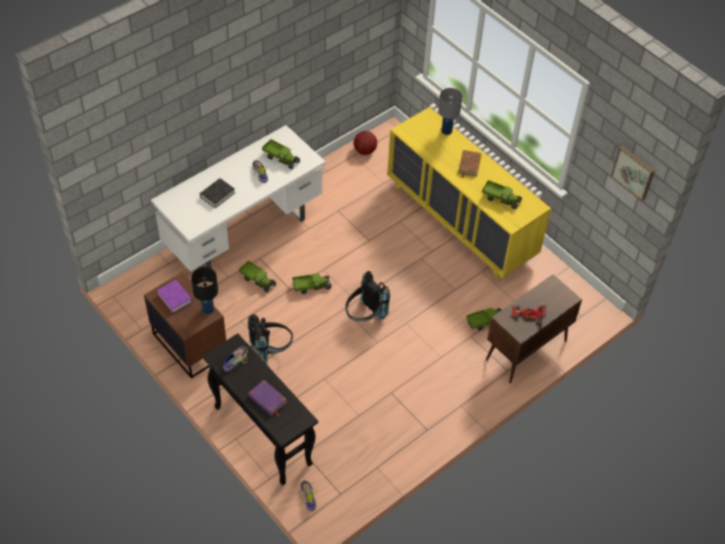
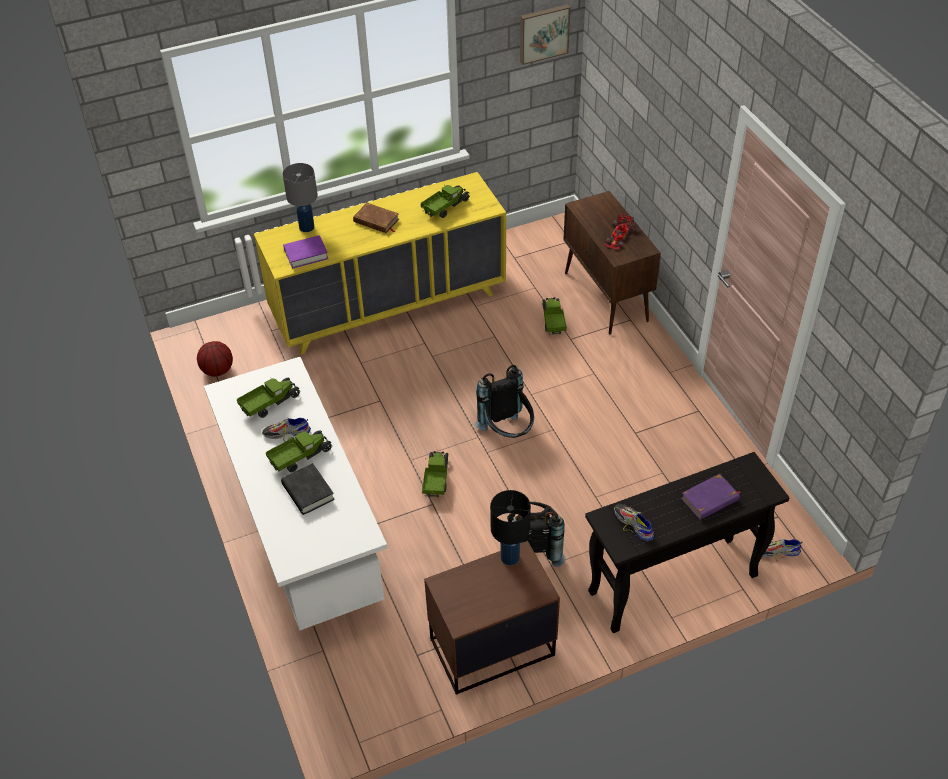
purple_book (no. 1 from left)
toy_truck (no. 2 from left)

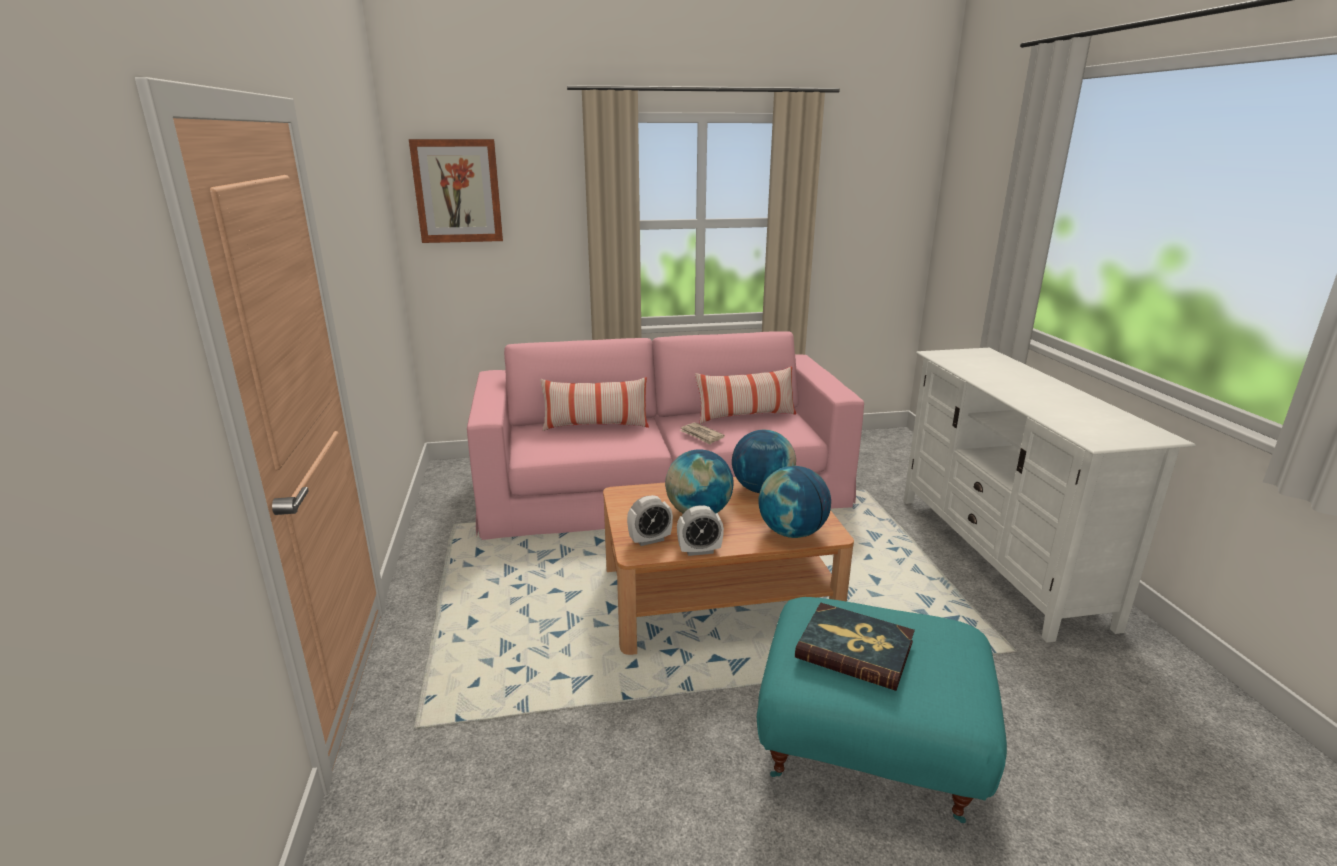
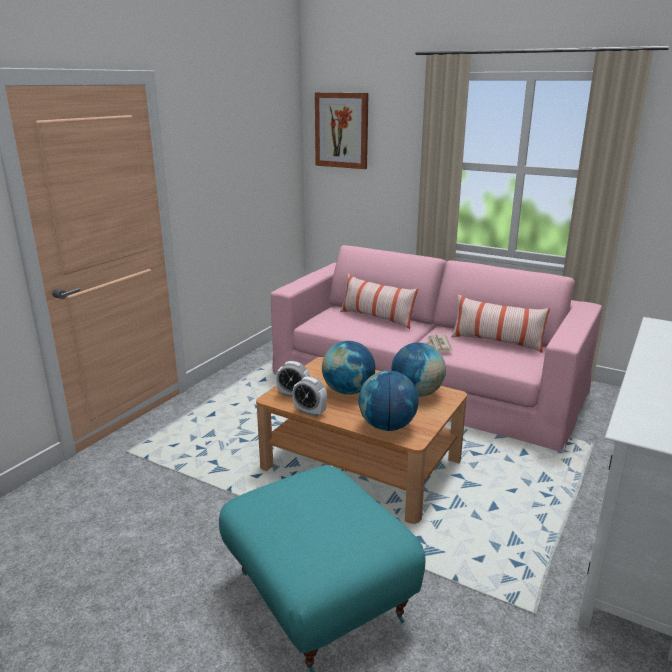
book

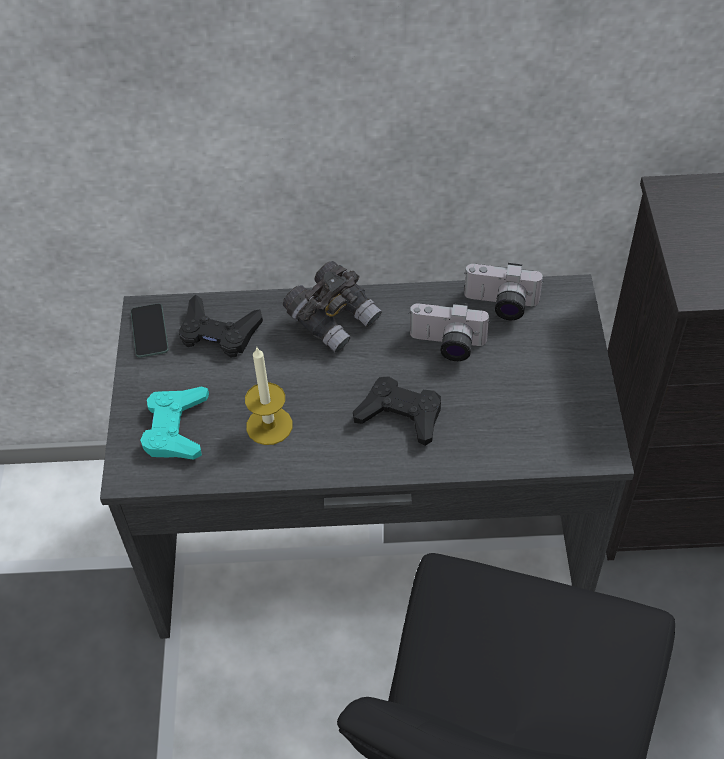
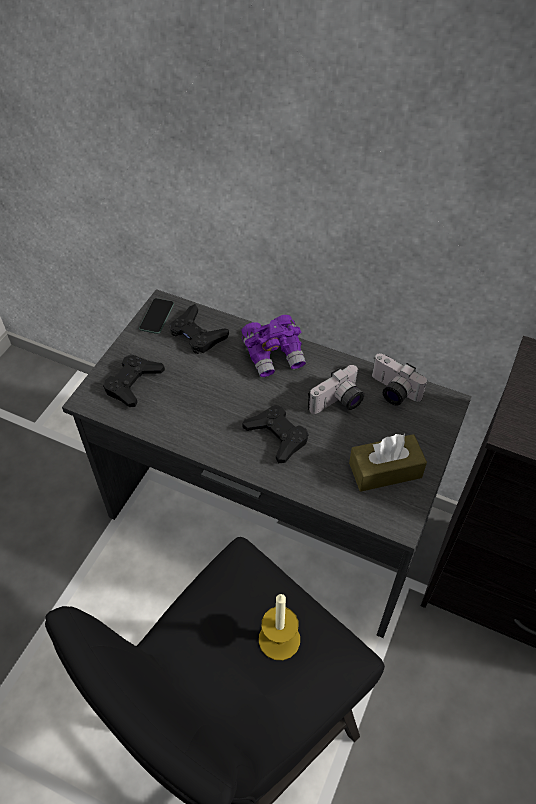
black_game_controller (no. 1 from left)
candle
purple_binoculars
photo_camera (no. 1 from left)
brown_tissue_box

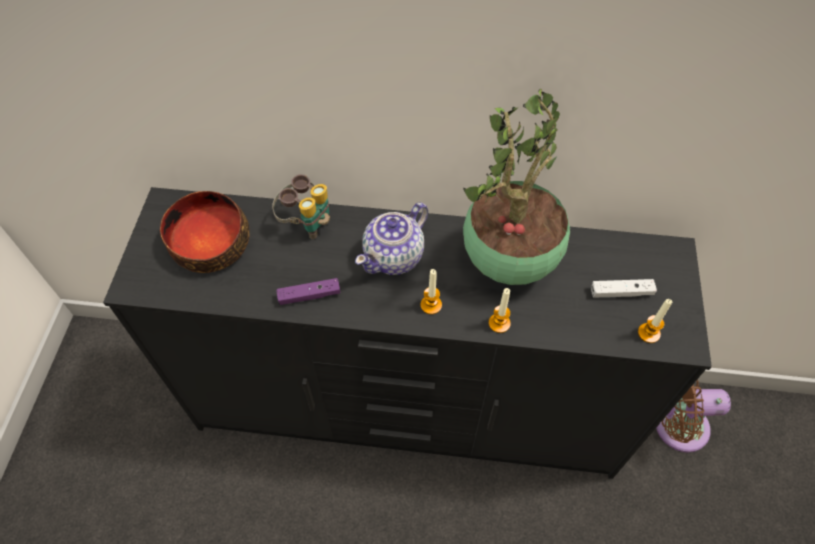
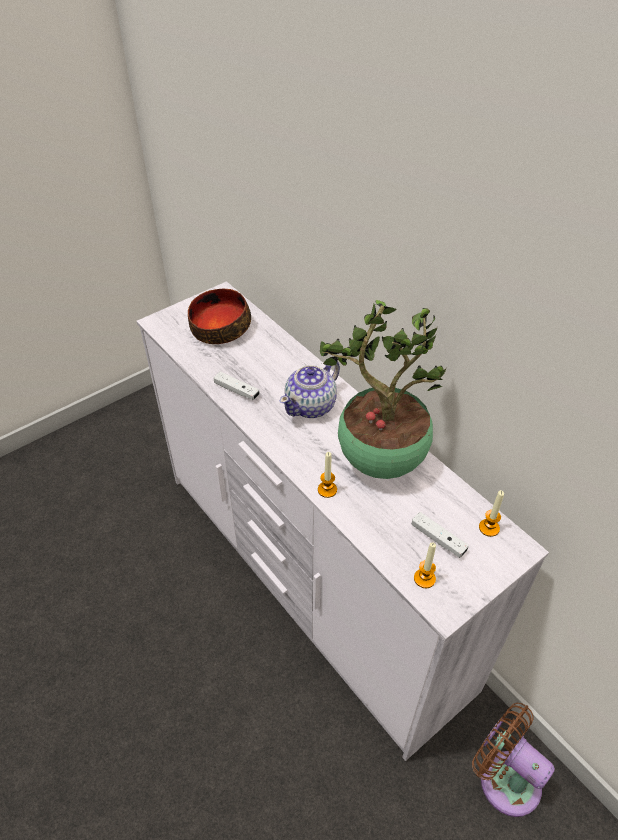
white_dresser
binoculars
white_game_controller (no. 1 from left)
teapot
candle (no. 3 from left)

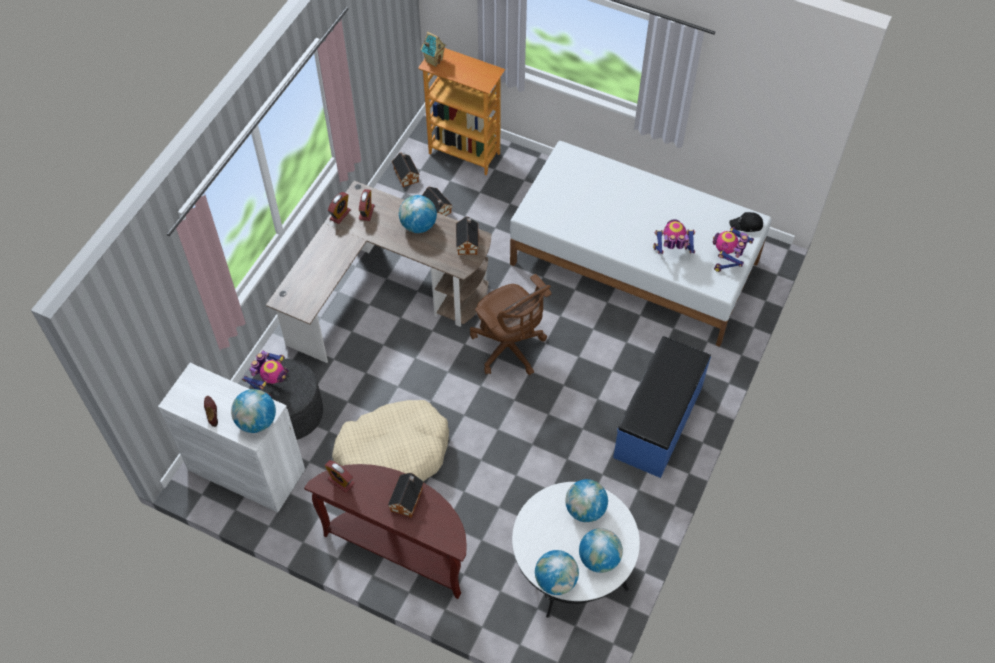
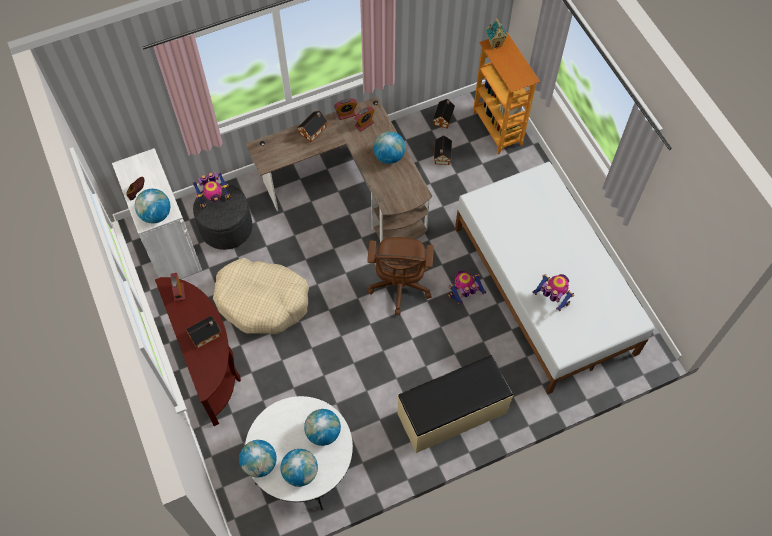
toy_house (no. 2 from left)
beige_bench
toy_robot (no. 2 from left)
black_cap

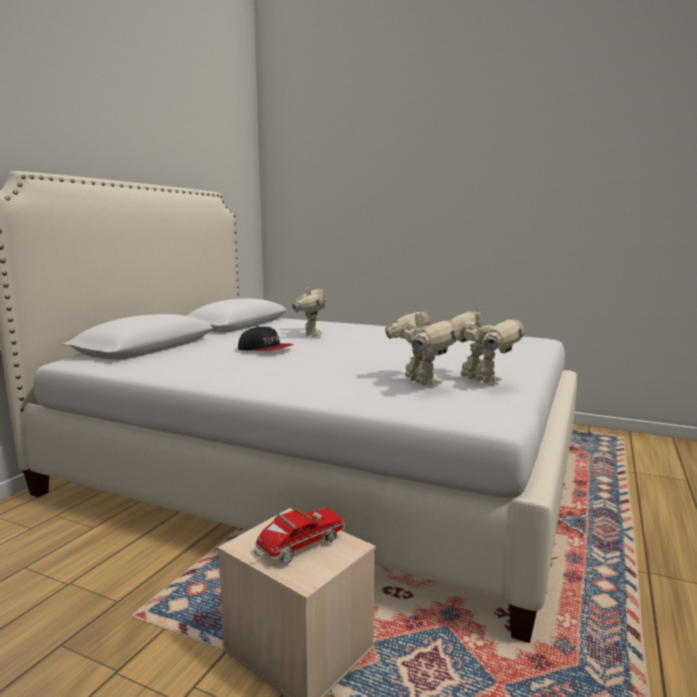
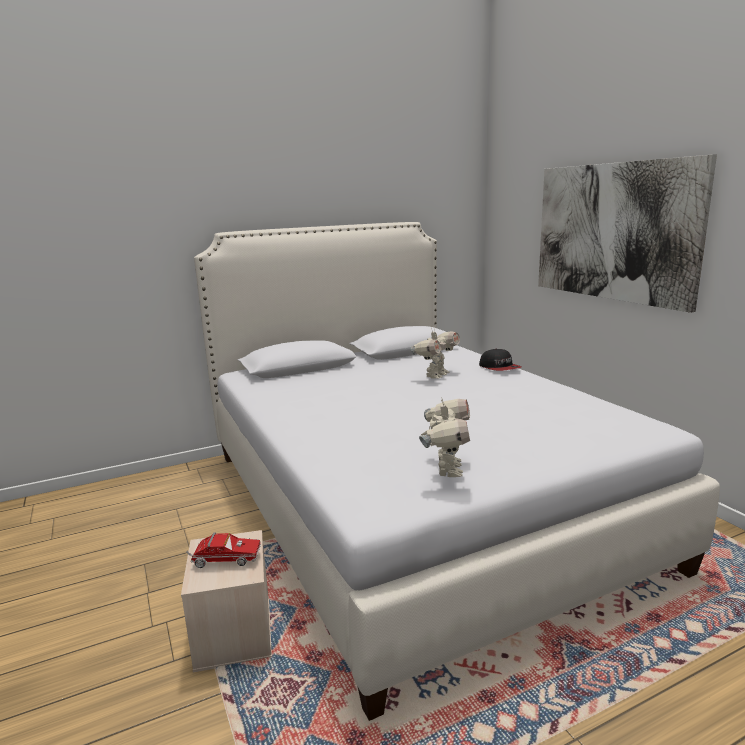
cap
toy_robot (no. 2 from left in the first image)
picture

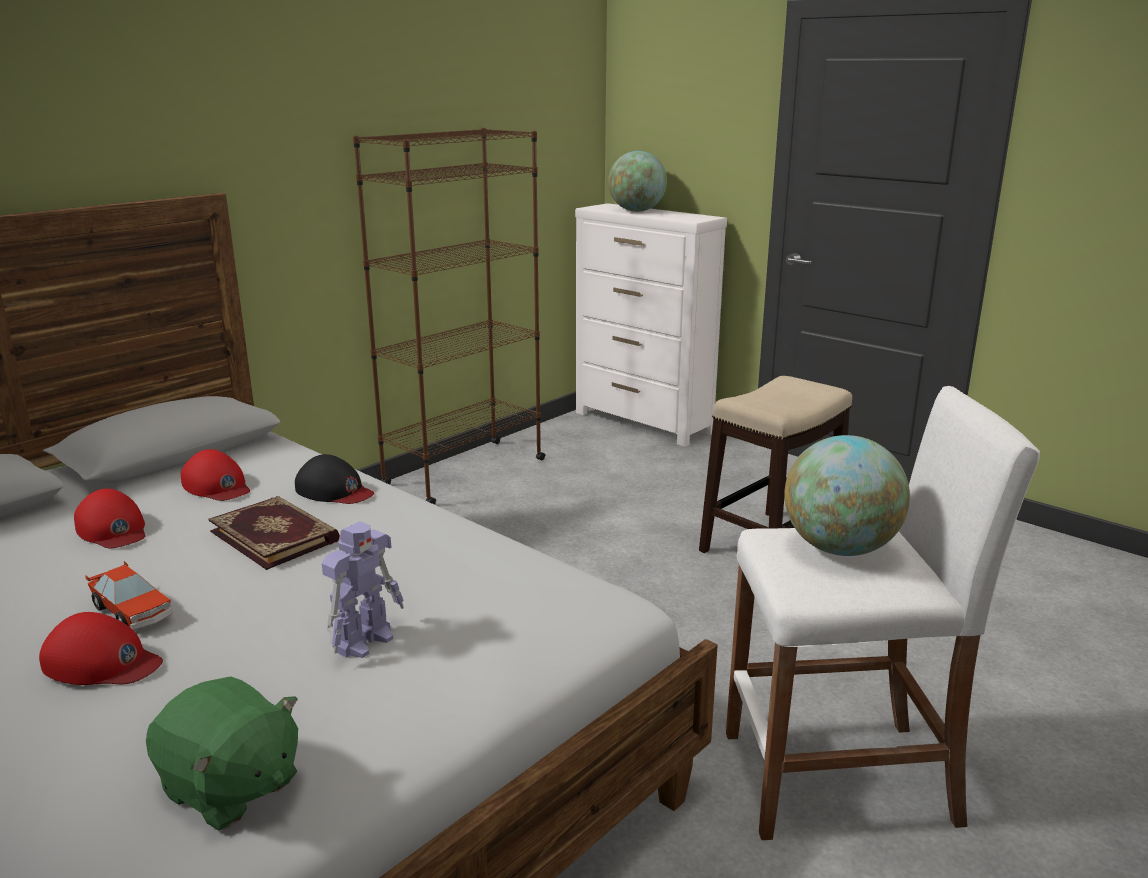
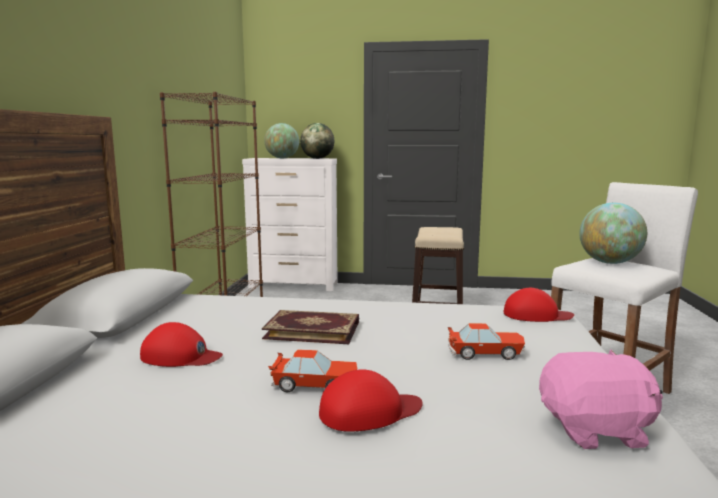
pink_plush_toy
red_cap (no. 3 from left)
black_cap
toy_car (no. 2 from left)
globe (no. 2 from left)

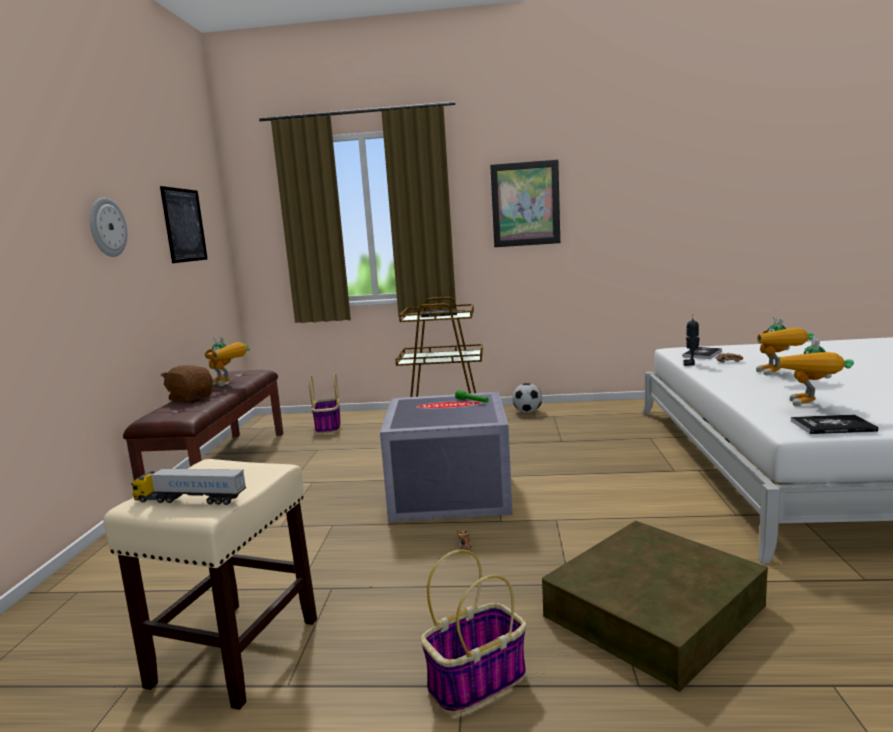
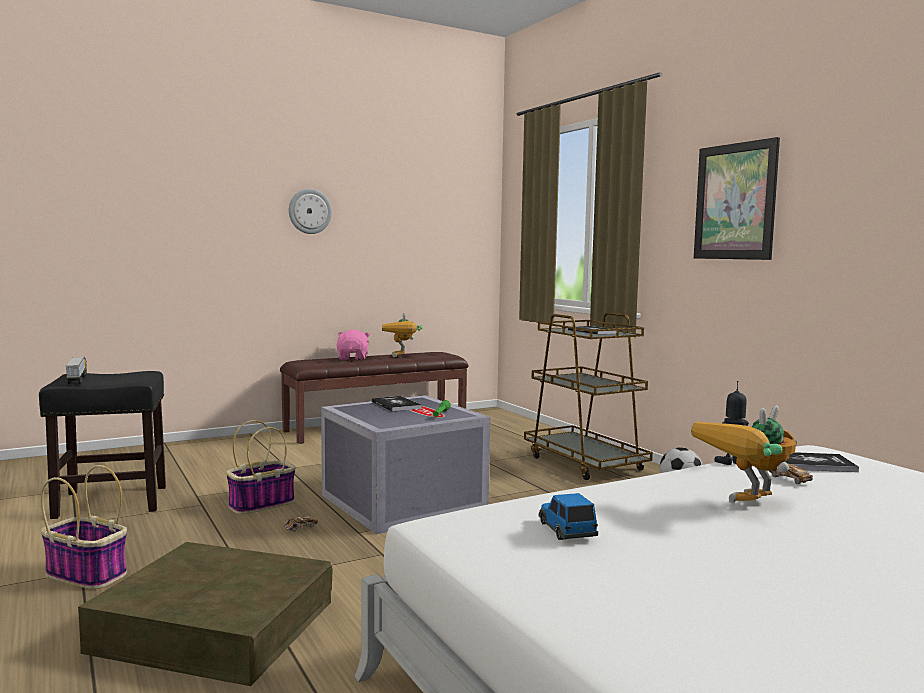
black_stool
picture (no. 1 from left in the first image)
pink_plush_toy
basket (no. 2 from left)
toy_car (no. 2 from left)
book (no. 1 from left)

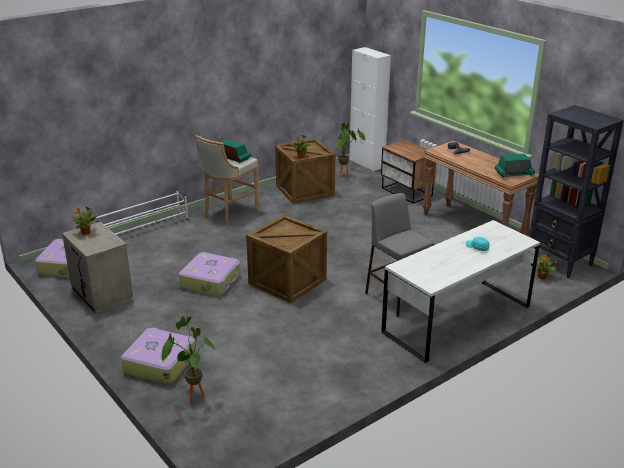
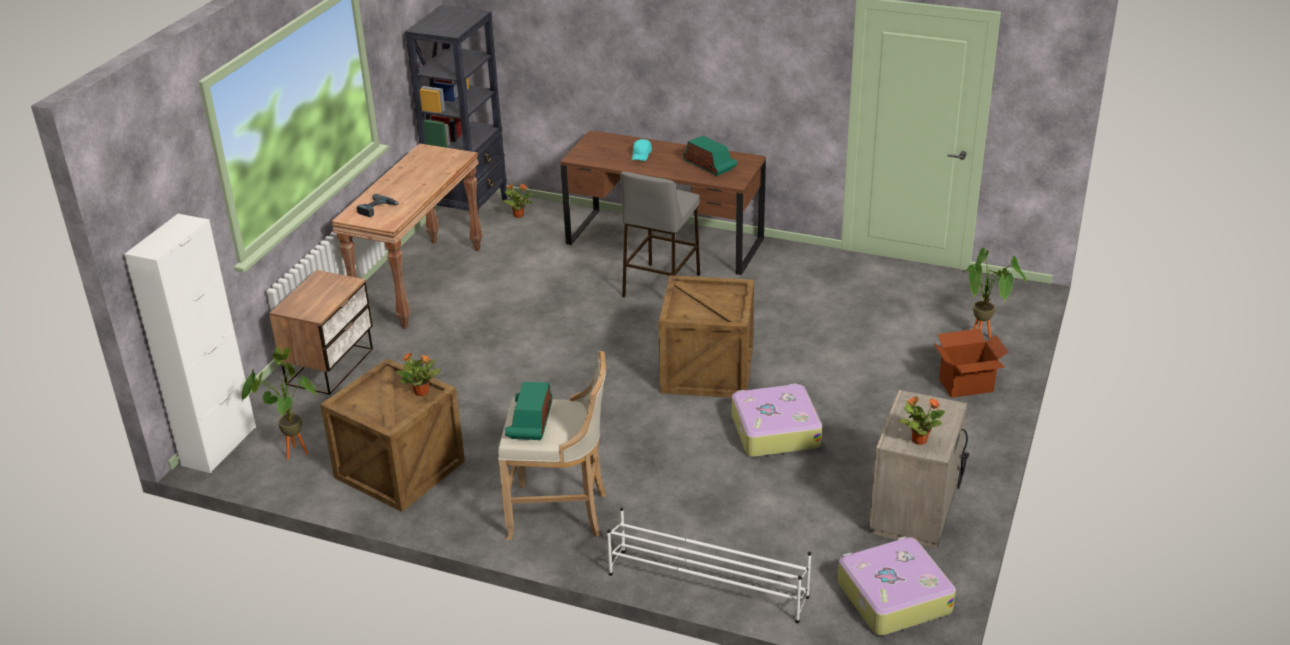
cardboard_box
brown_desk
radio (no. 2 from left)

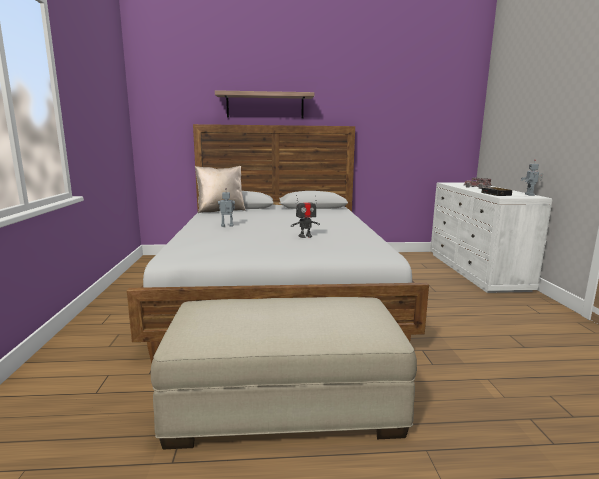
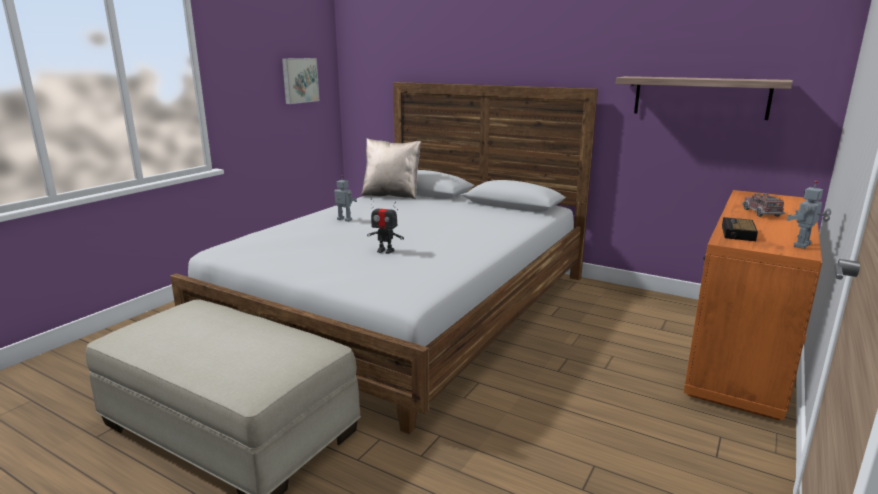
shelf
orange_dresser
picture

